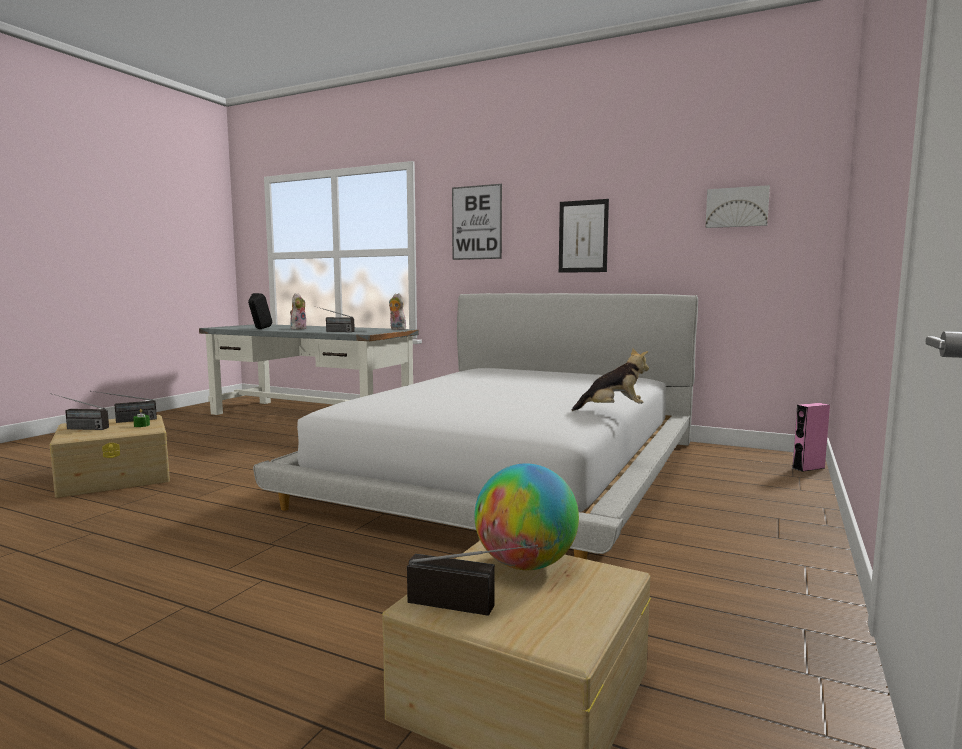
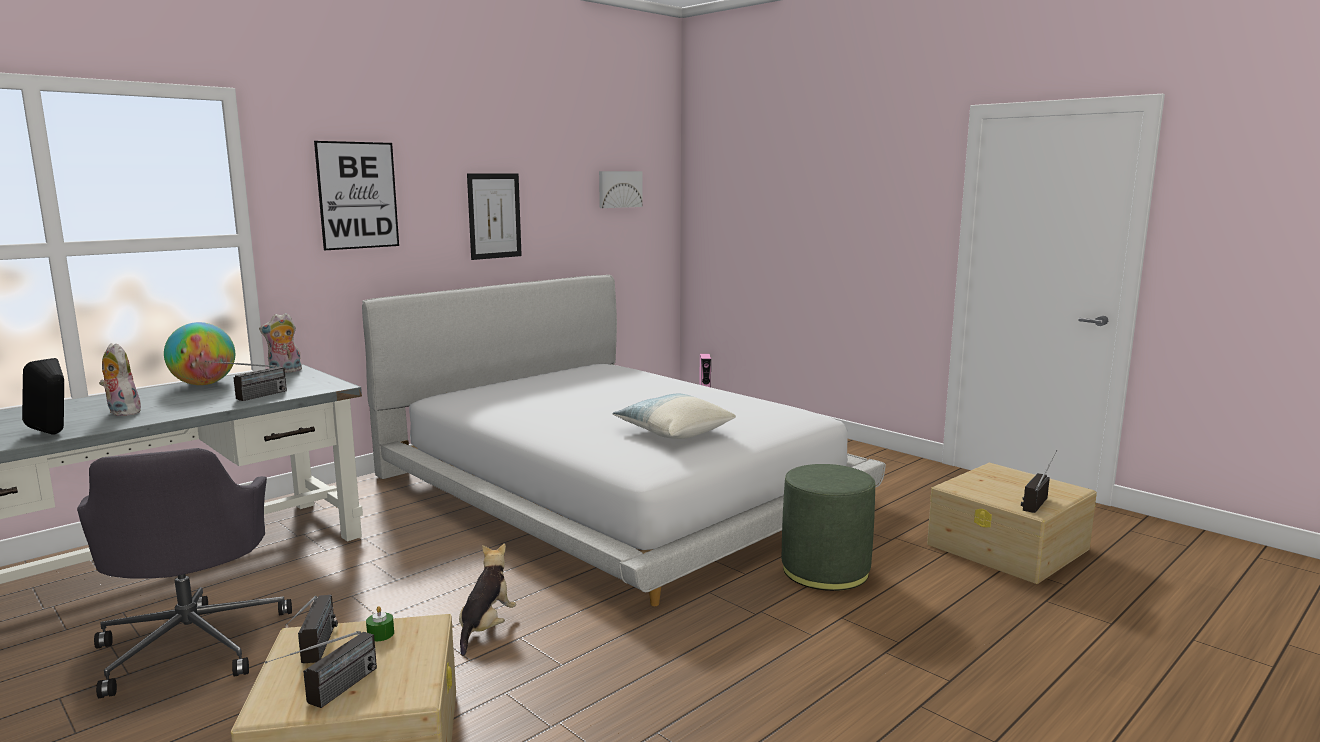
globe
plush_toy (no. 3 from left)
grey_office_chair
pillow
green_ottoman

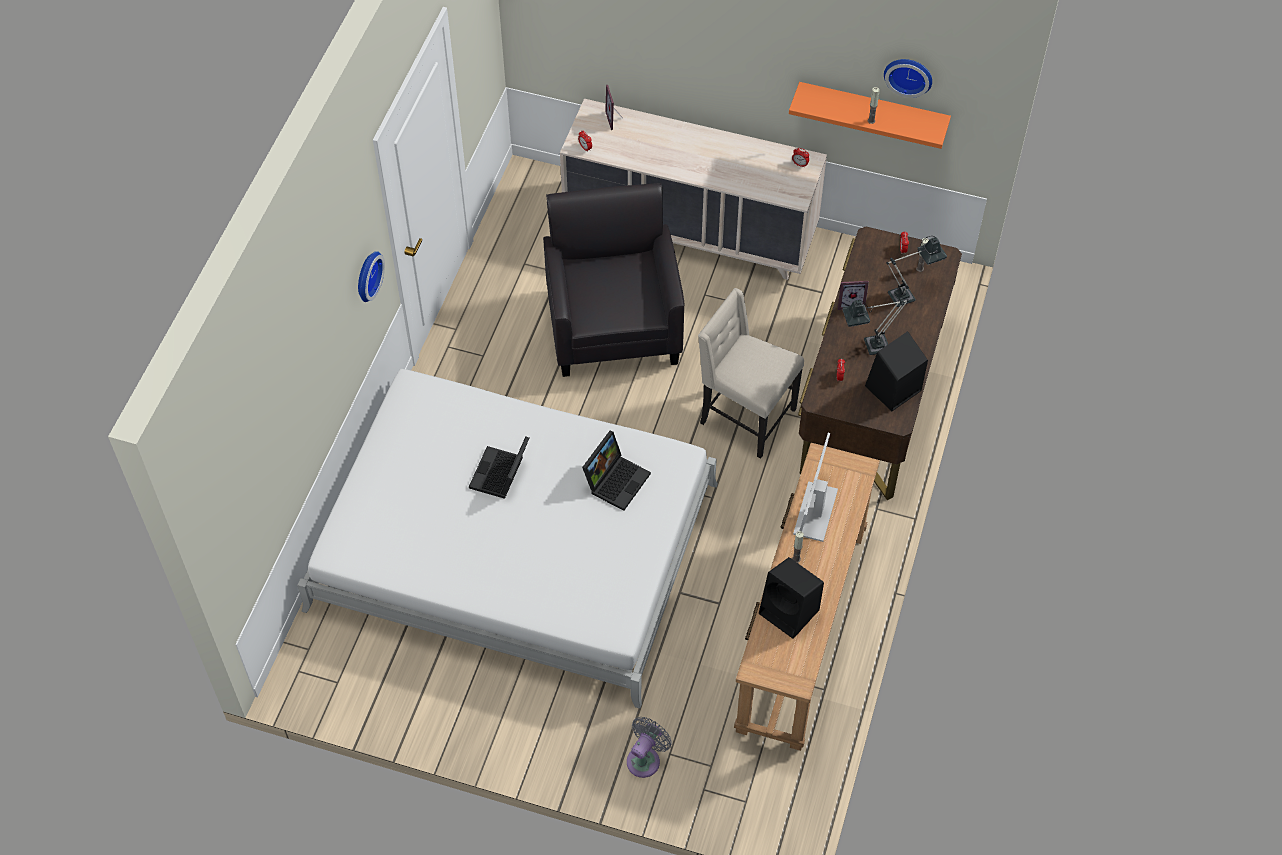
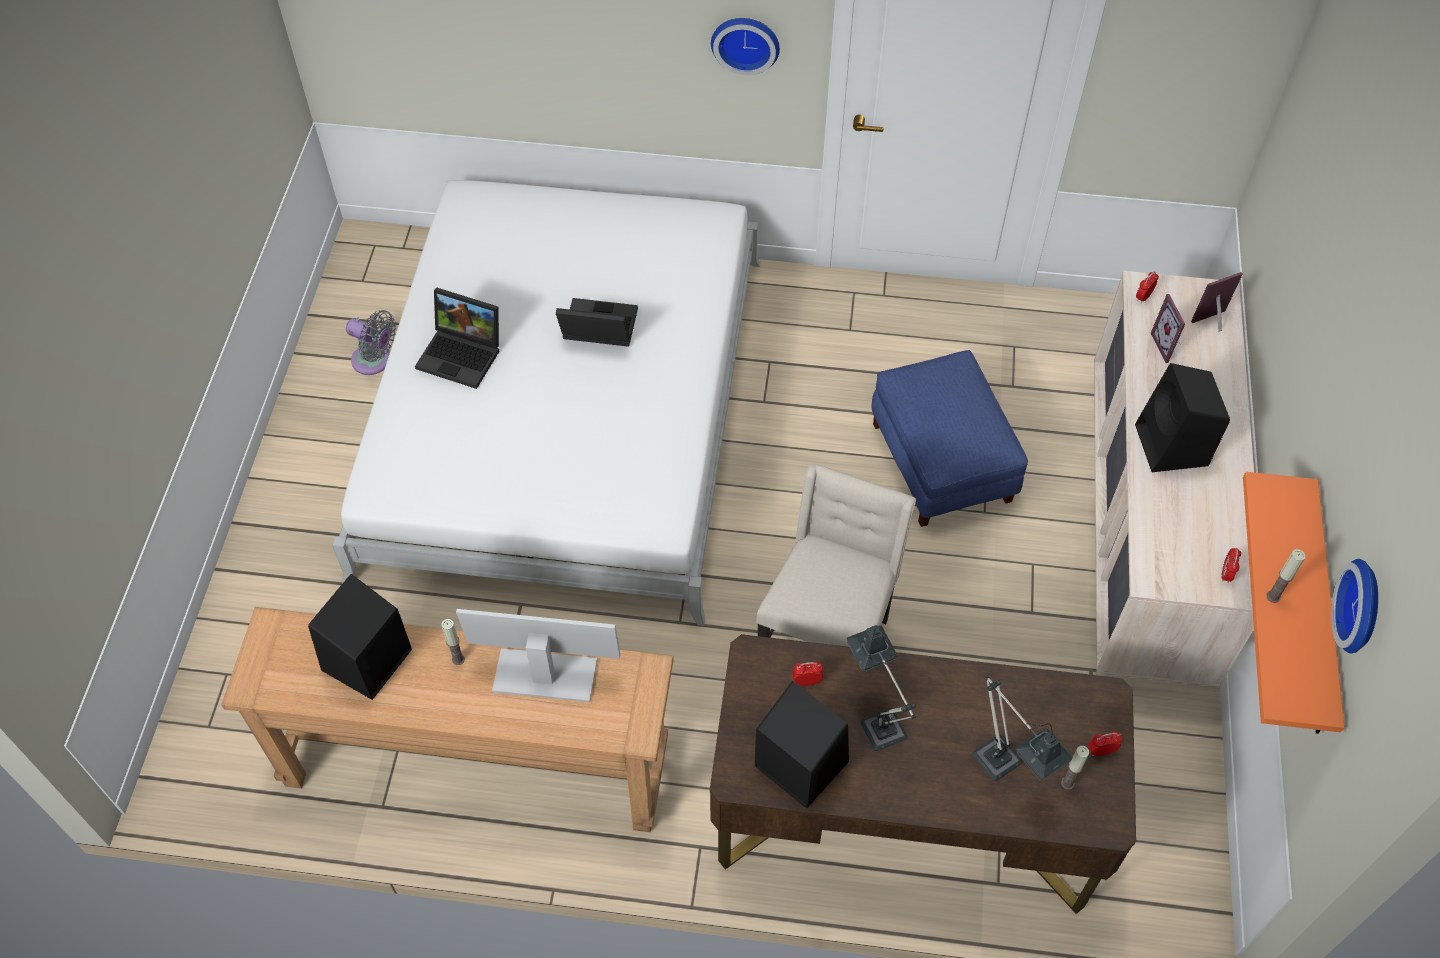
blue_ottoman
laptop (no. 1 from left)
grey_fan
picture_frame (no. 1 from left)
black_speaker (no. 3 from left)

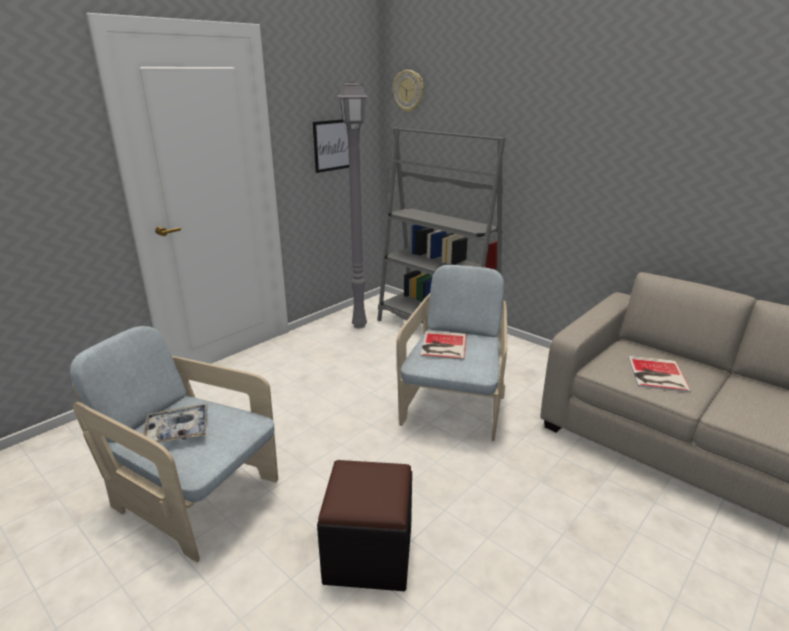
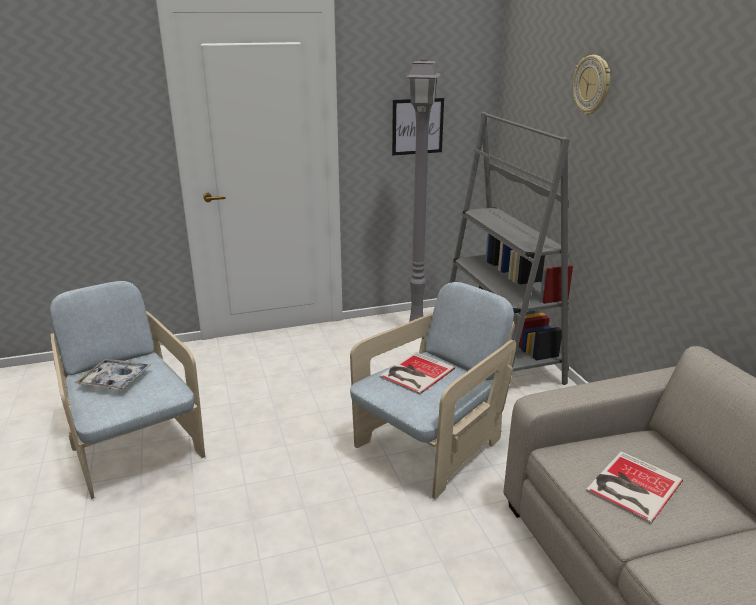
black_ottoman
wall_clock

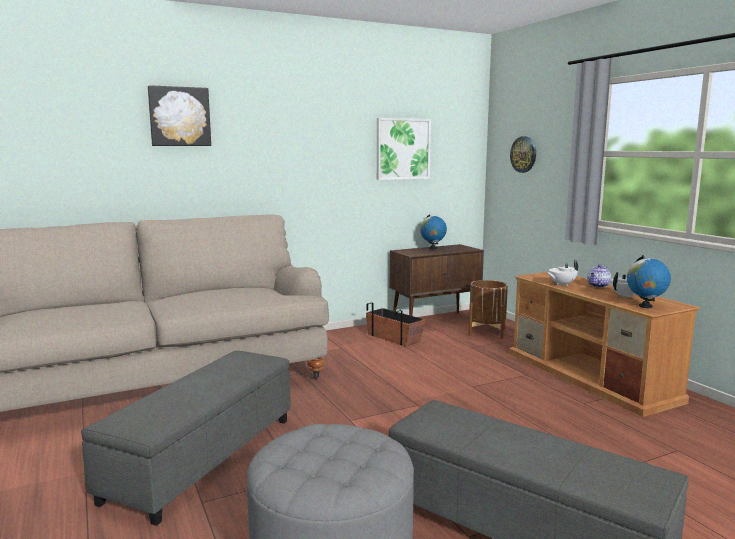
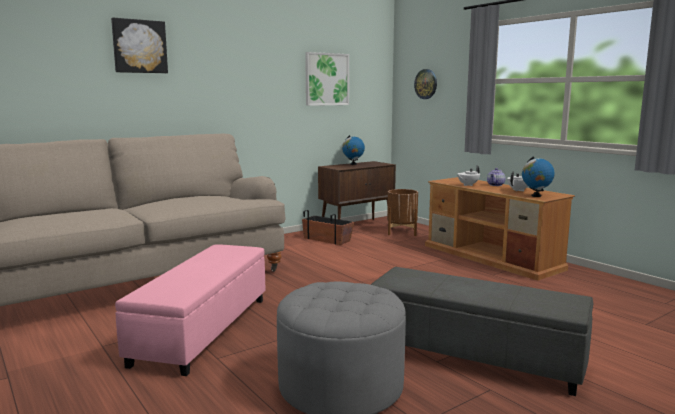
pink_ottoman

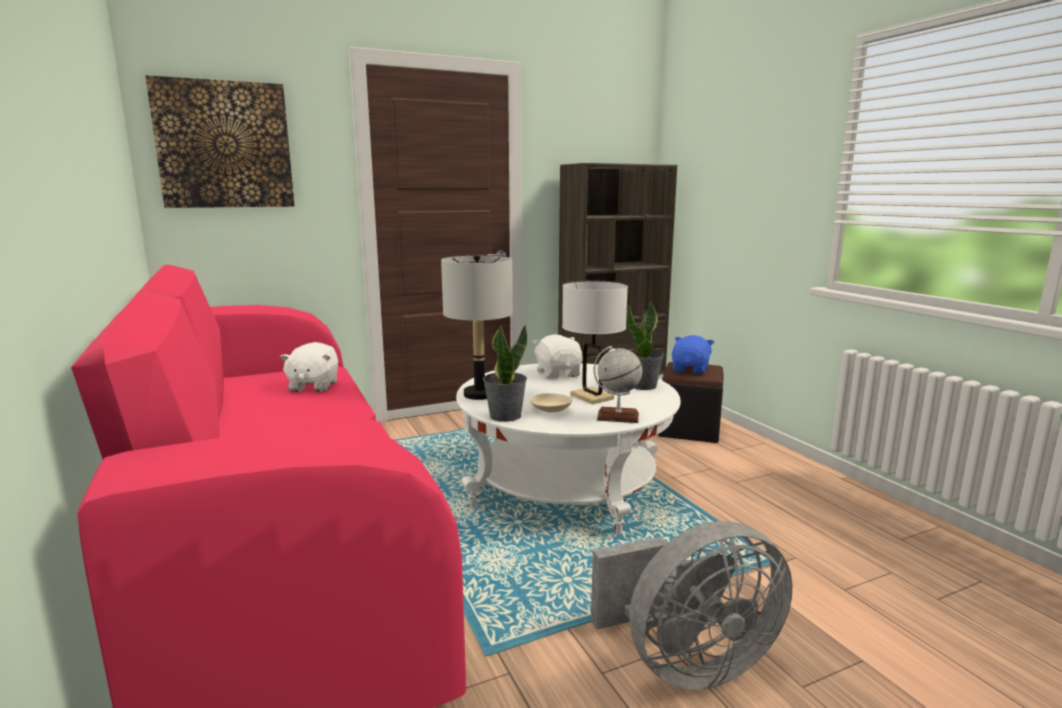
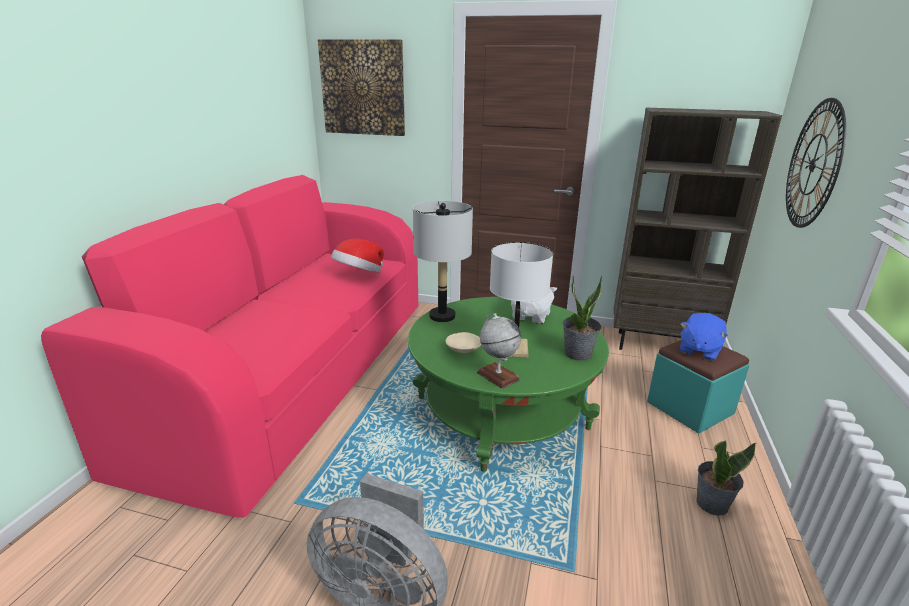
hat
green_coffee_table
potted_plant (no. 2 from left)
turquoise_ottoman
blue_plush_toy
wall_clock

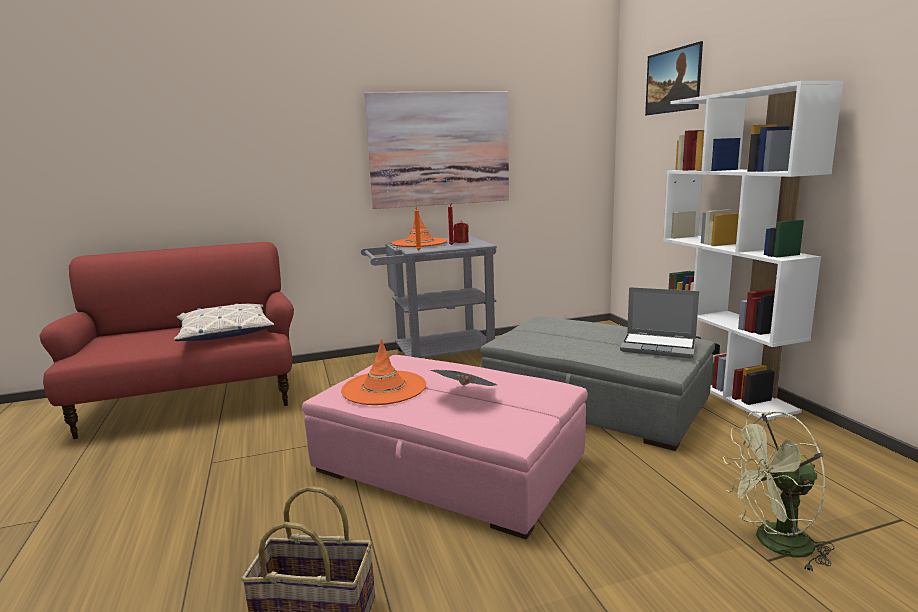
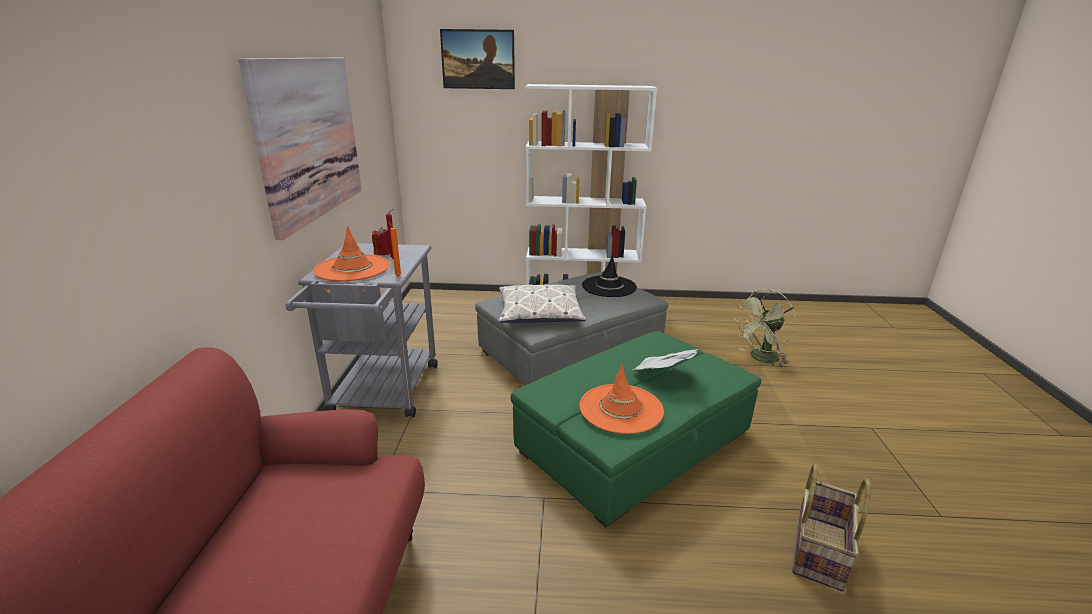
pillow
green_ottoman
black_hat
green_fan

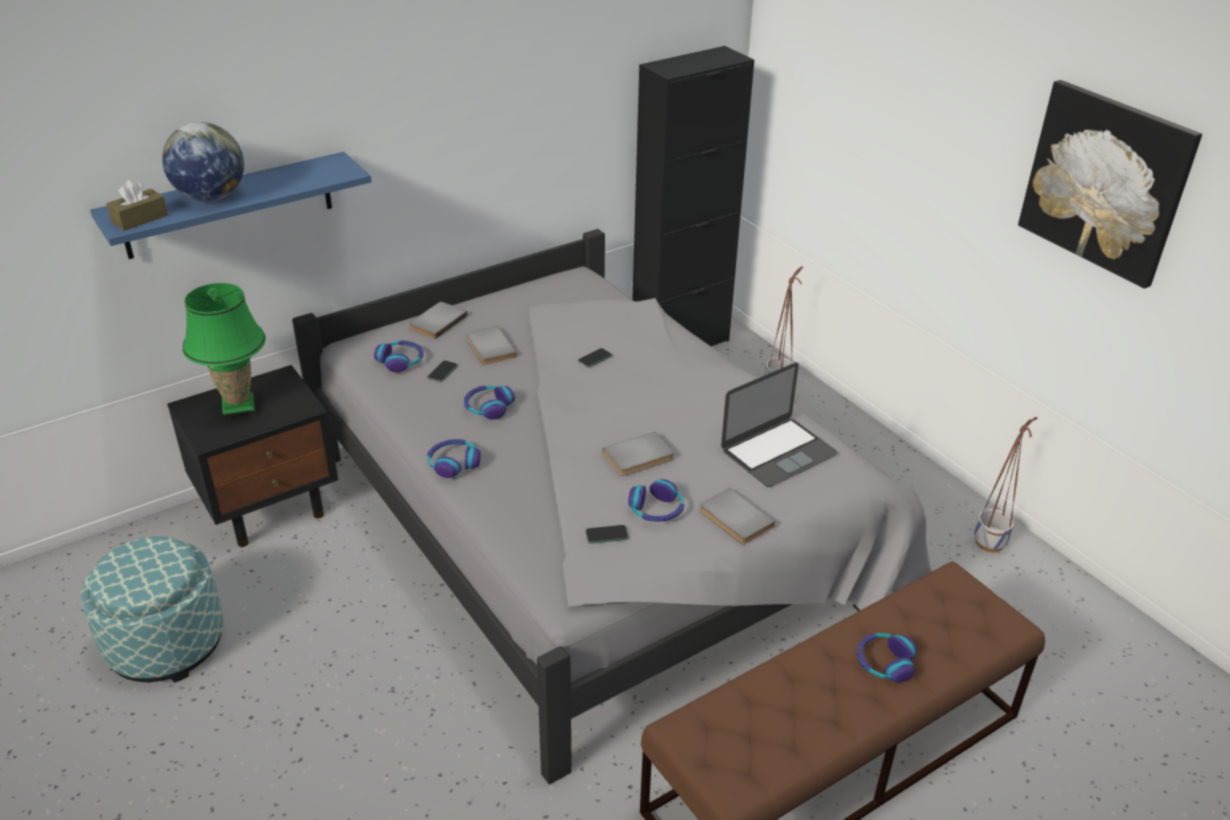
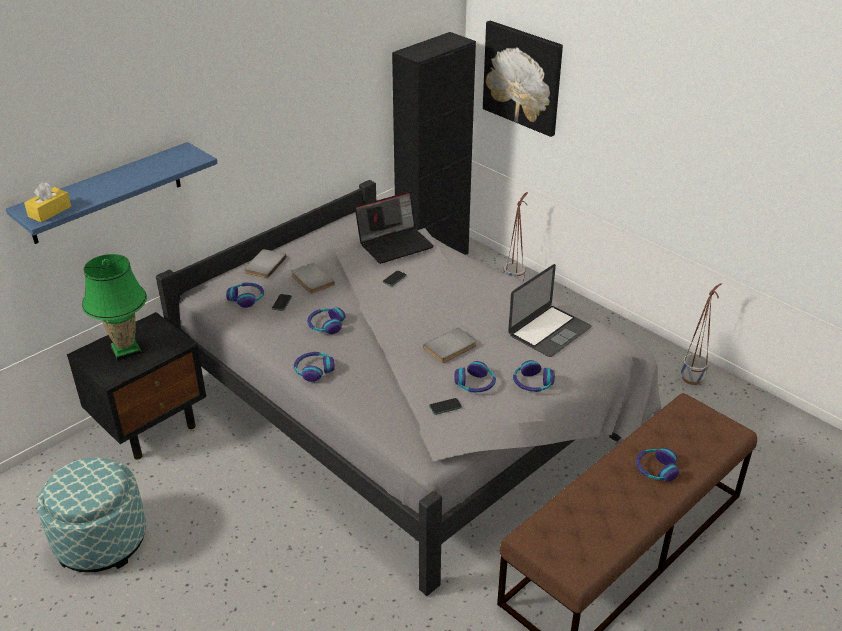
yellow_tissue_box
globe
headphones (no. 5 from left)
picture
laptop (no. 1 from left)

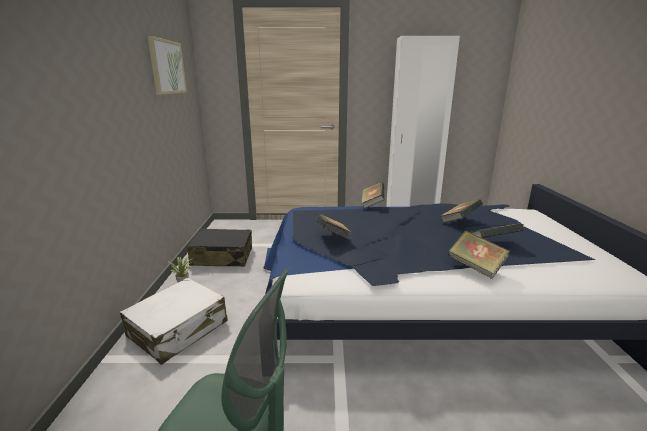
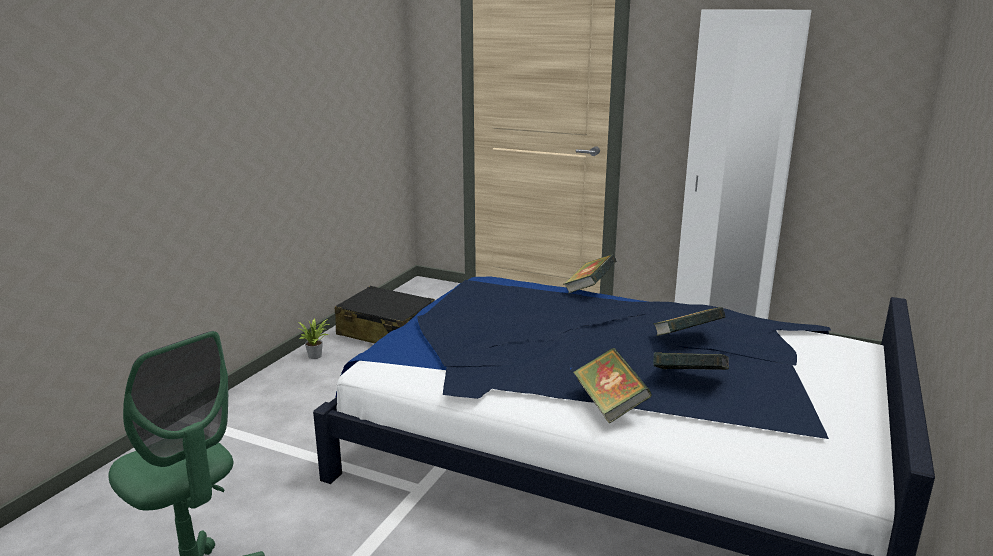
white_suitcase
picture
book (no. 1 from left in the first image)

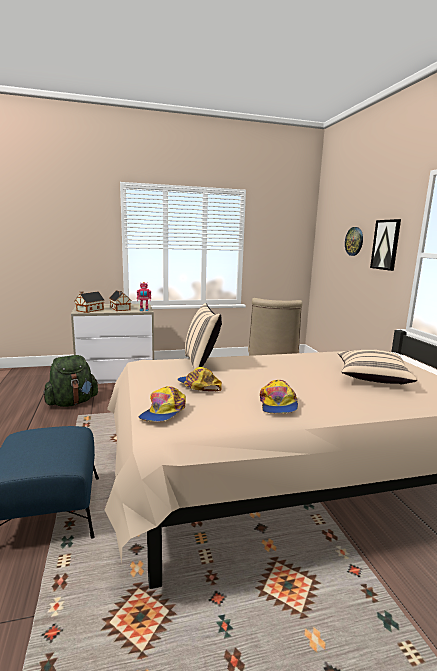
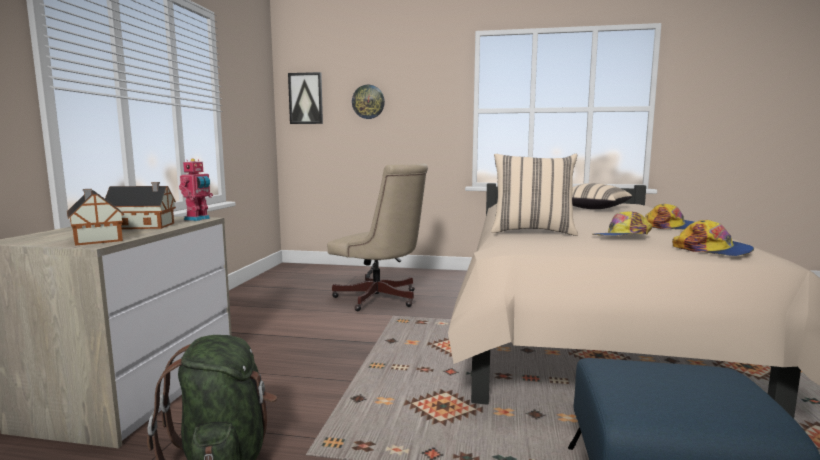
picture

